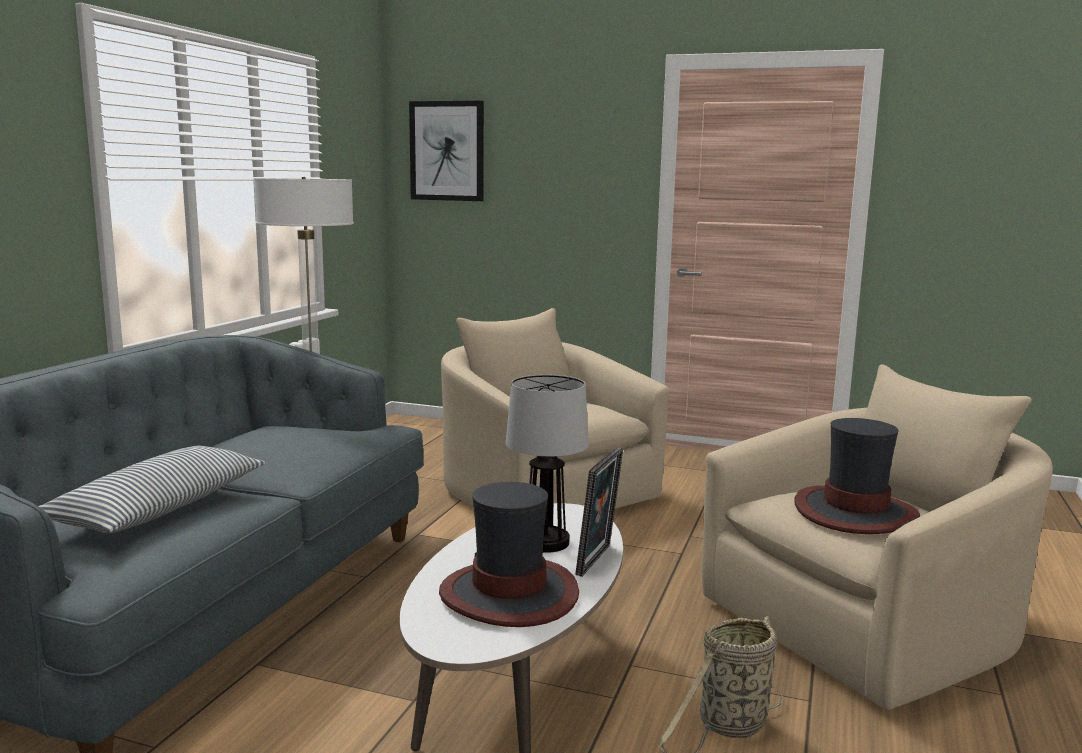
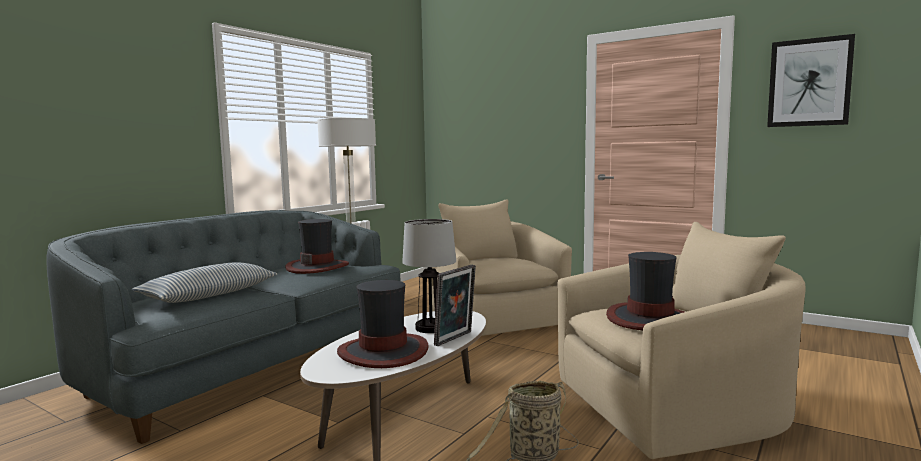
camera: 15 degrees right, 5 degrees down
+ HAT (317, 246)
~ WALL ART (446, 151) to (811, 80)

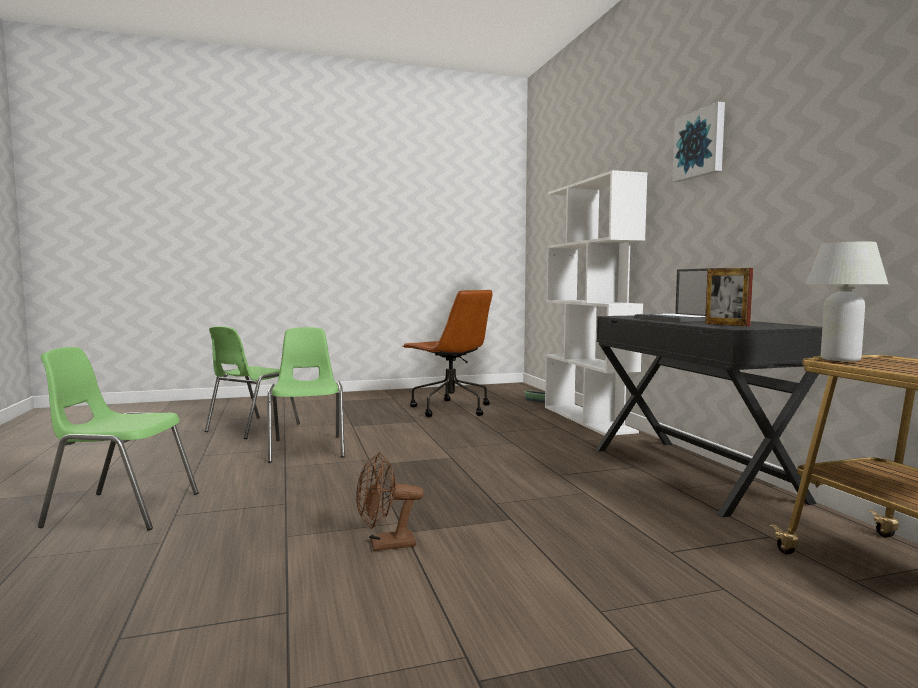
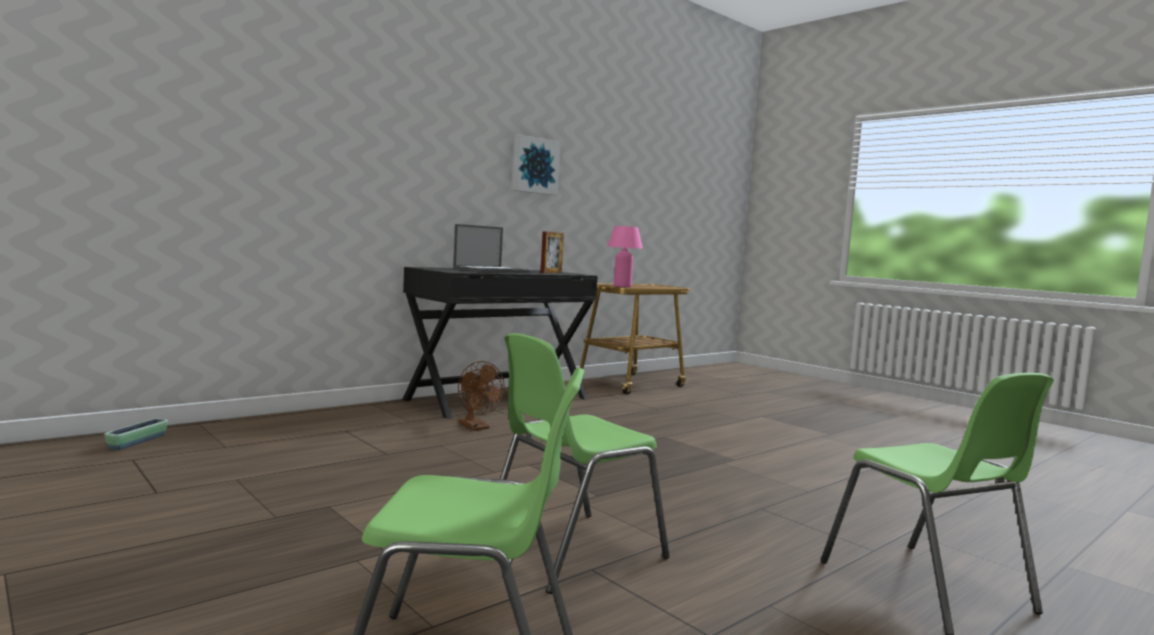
camera: 115 degrees left, 0 degrees up
~ BROWN FAN (390, 501) to (481, 396)
~ WALL ART (698, 142) to (535, 164)
~ WHITE LAMP FOR A TABLE (847, 302) to PINK-COLOURED LAMP FOR A TABLE (625, 256)
- BROWN DESK CHAIR (448, 353)
- WHITE SHELVING UNIT (596, 303)

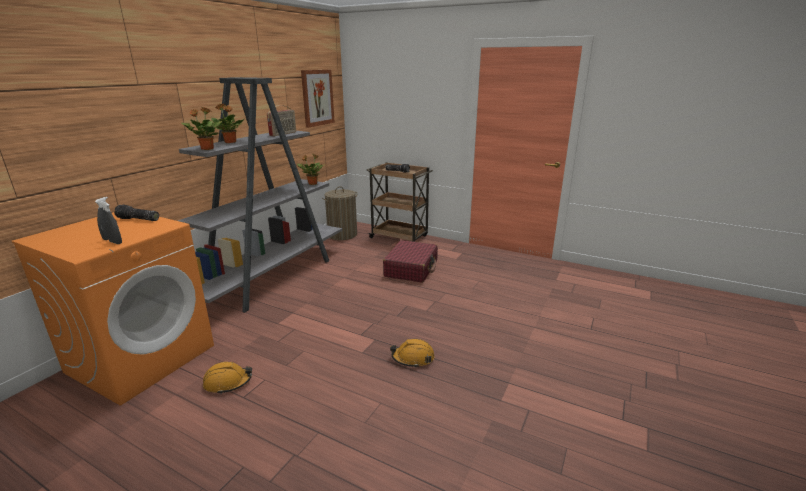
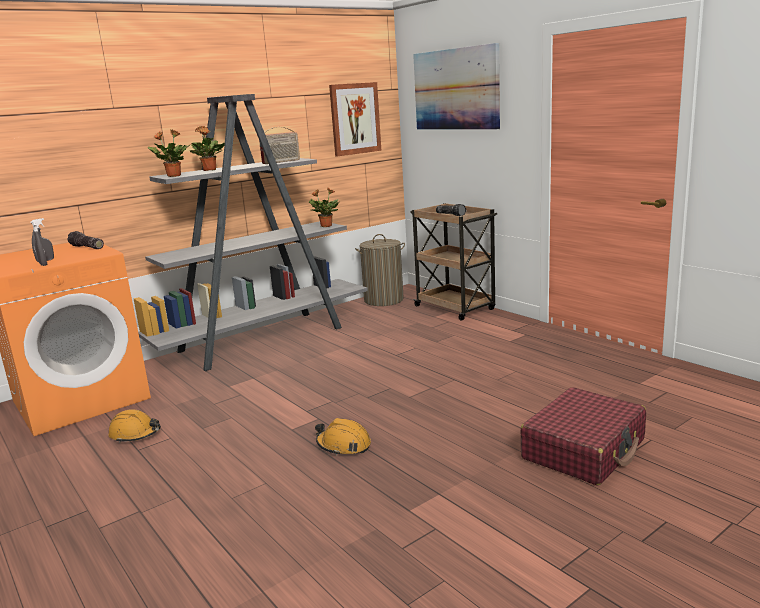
camera: 25 degrees right, 5 degrees down
+ WALL ART (456, 86)
~ RED-COLOURED PIECE OF LUGGAGE (410, 261) to (583, 436)

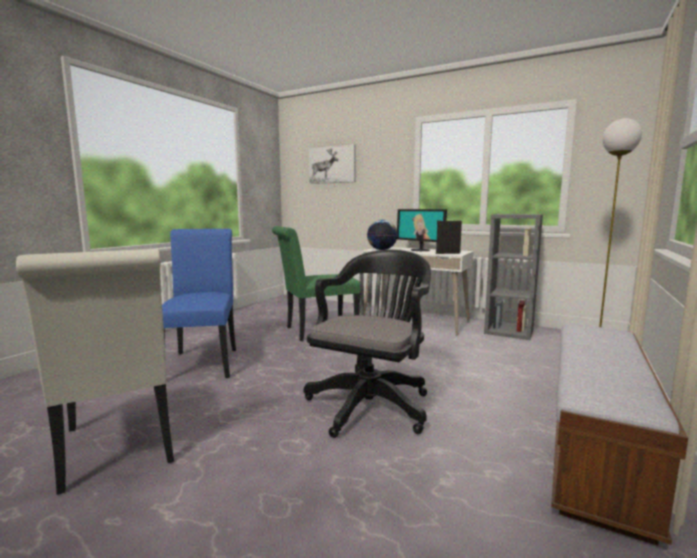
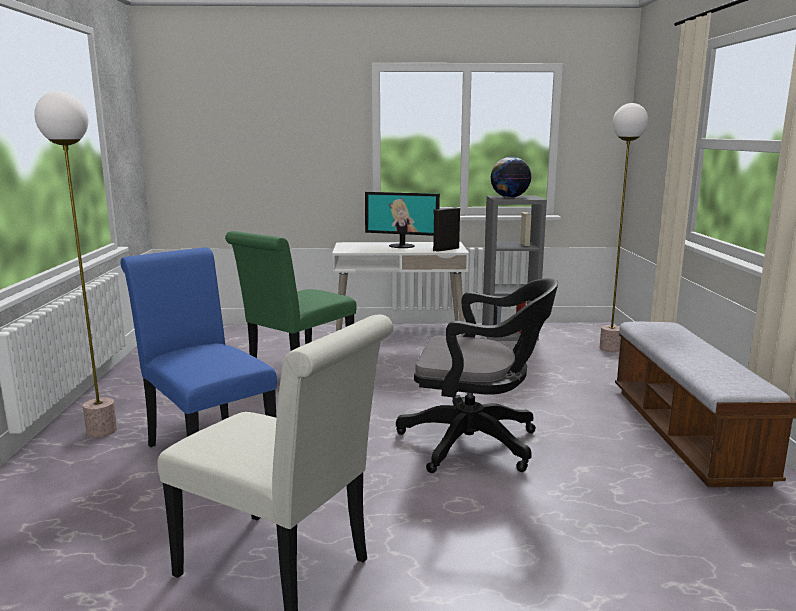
camera: 30 degrees left, 5 degrees up
+ STANDING LAMP (75, 264)
~ BLACKISH DESK CHAIR (367, 344) = (477, 375) 105 degrees clockwise
~ DESK GLOBE (382, 235) to (511, 177)
- WALL ART (332, 164)

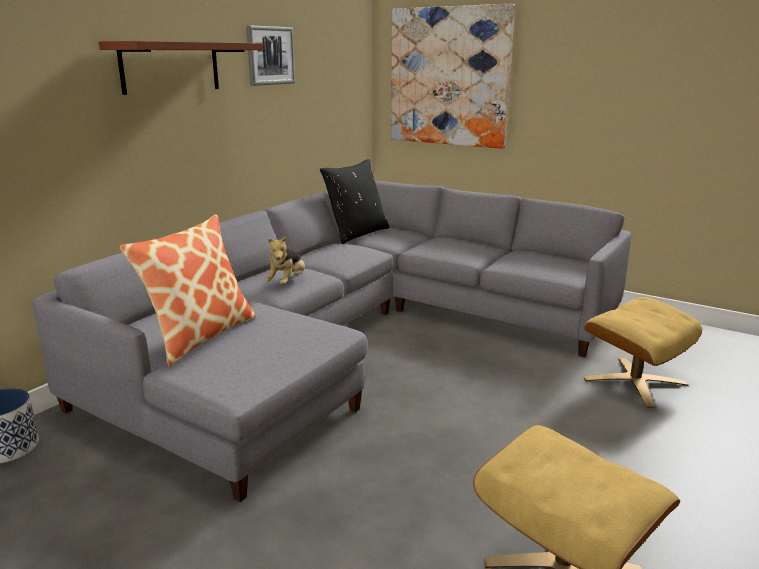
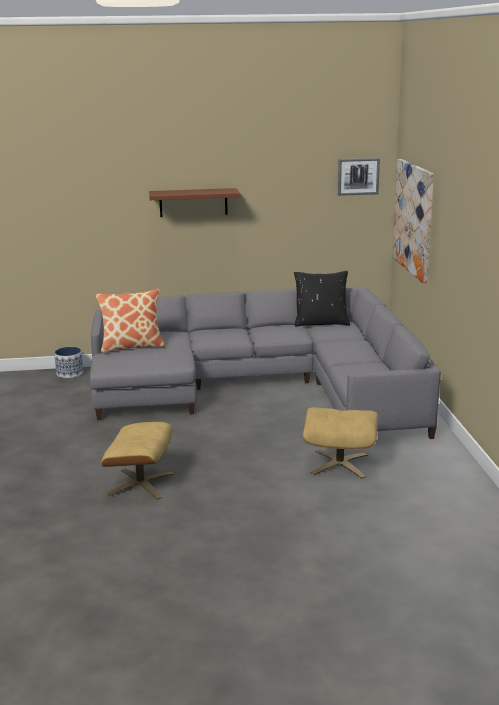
camera: 50 degrees right, 0 degrees up
~ WALL ART (270, 55) to (359, 177)
- SOFT TOY (285, 260)

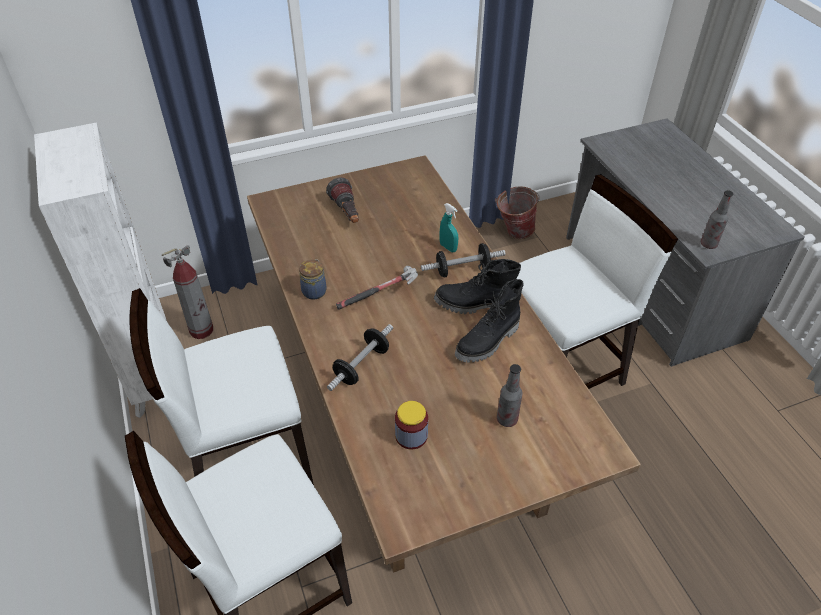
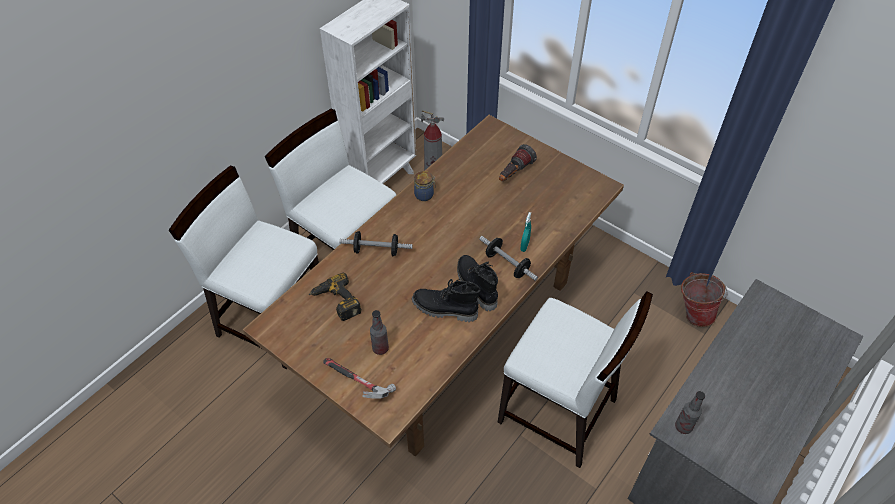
camera: 60 degrees right, 5 degrees up
~ JAR (411, 425) to ELECTRIC DRILL (335, 297)
~ HAND HAMMER (377, 288) to (359, 378)

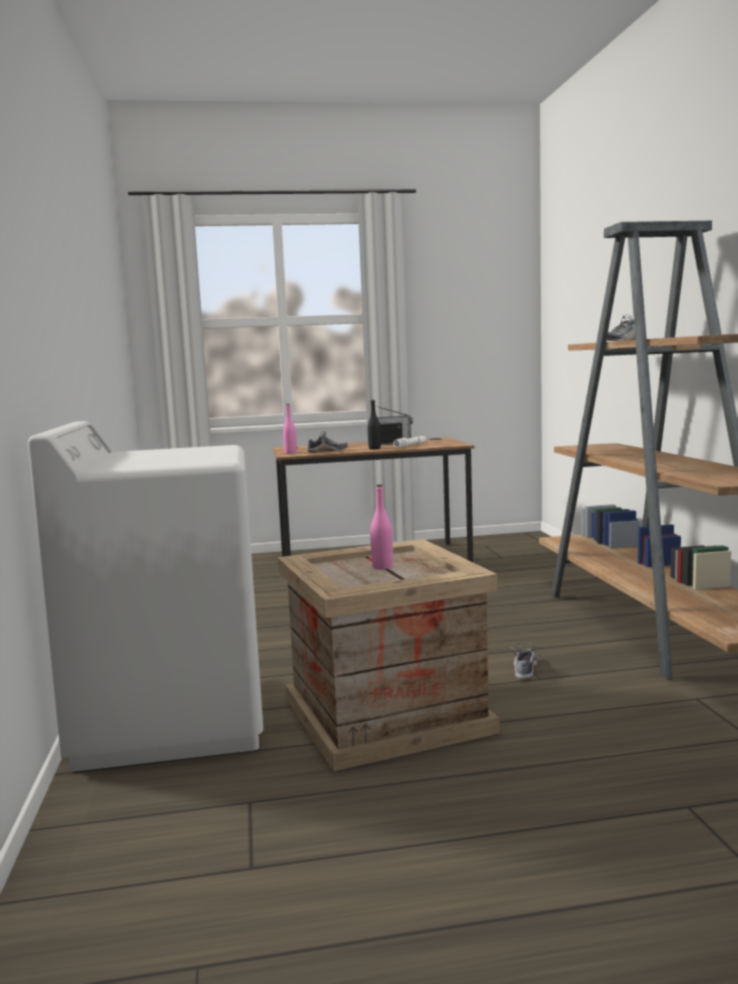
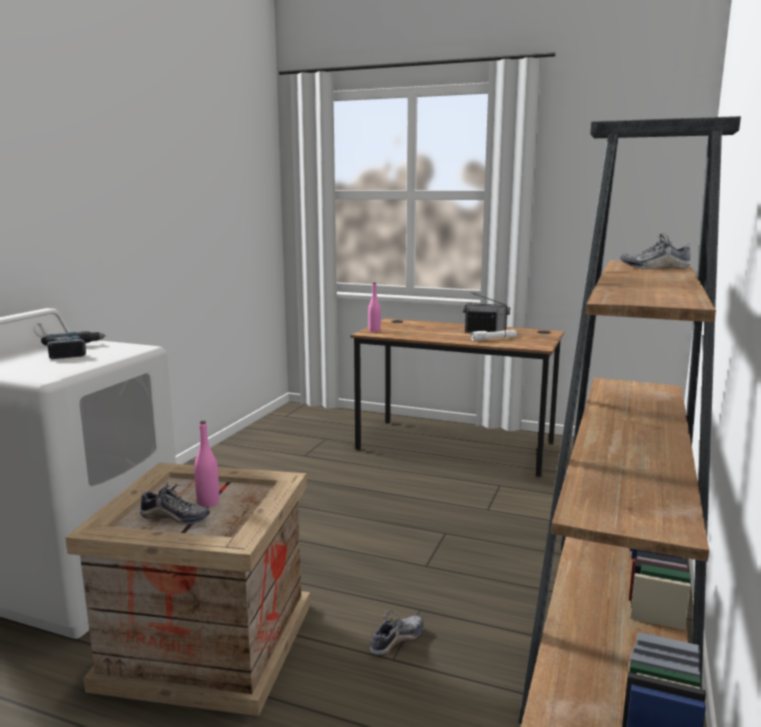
camera: 30 degrees right, 5 degrees up
+ ELECTRIC DRILL (73, 345)
~ ITEM OF FOOTWEAR (328, 442) to (175, 503)
- BLACKISH BEVERAGE BOTTLE (374, 424)

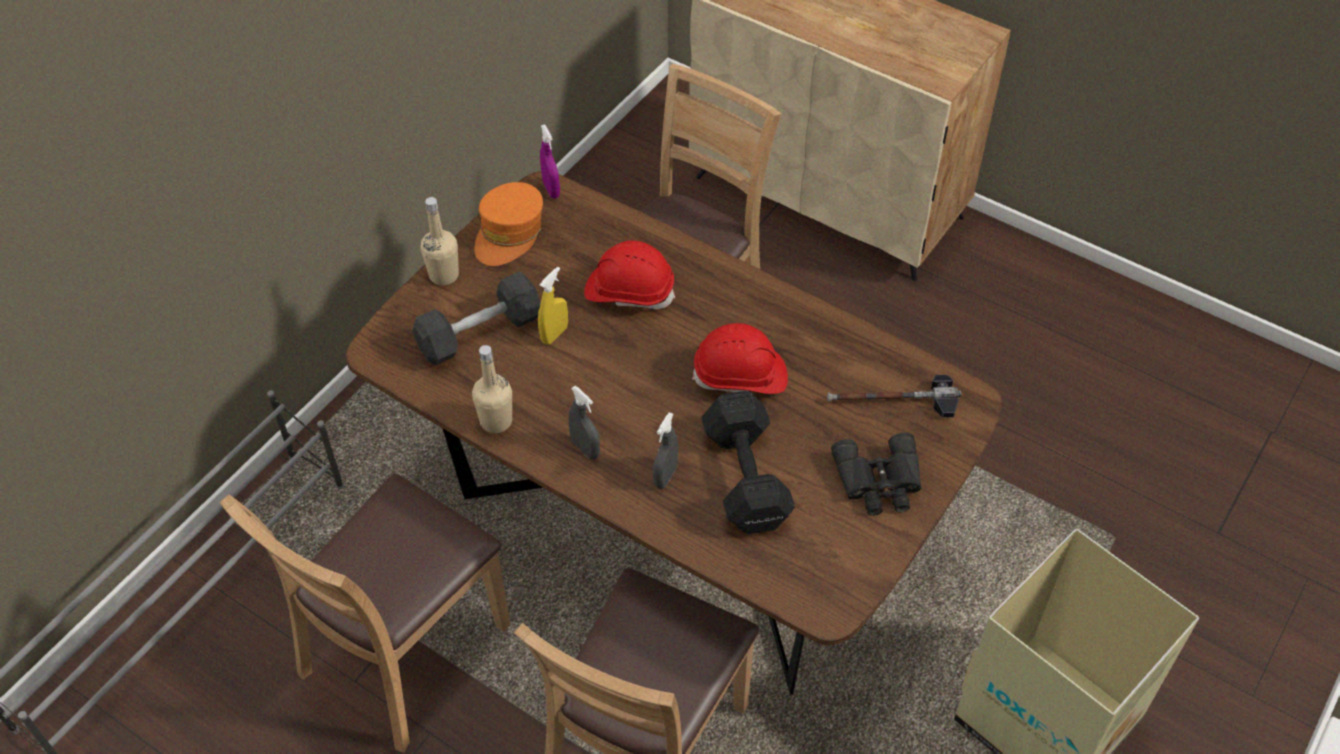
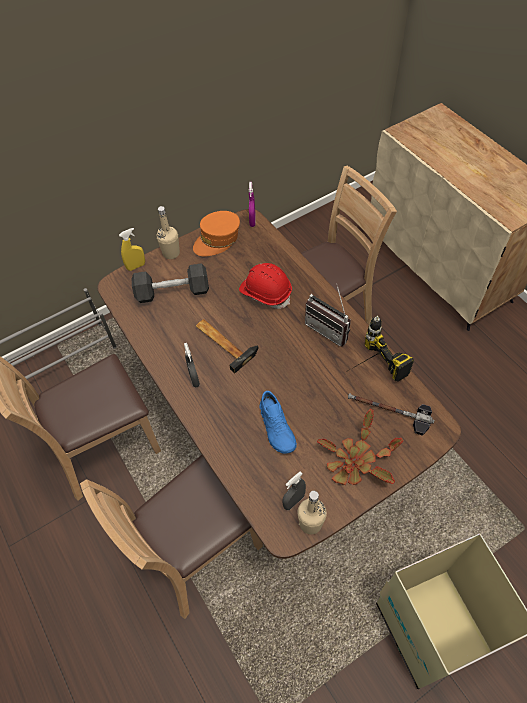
camera: 25 degrees right, 5 degrees up
~ YELLOW-COLOURED SPRAY BOTTLE (553, 306) to (132, 249)
+ HAND HAMMER (227, 346)
~ BLACKISH DUMBBELL (748, 462) to BLUISH ITEM OF FOOTWEAR (278, 422)
~ GREYISH SPRAY BOTTLE (665, 450) to (294, 490)
~ BEIGE BEVERAGE BOTTLE (492, 389) to (312, 512)
+ RADIO (328, 315)
~ BLACKISH BINOCULARS (876, 474) to HOUSEPLANT (360, 447)
+ ELECTRIC DRILL (381, 349)
- RED-COLOURED SAFETY HELMET (740, 358)

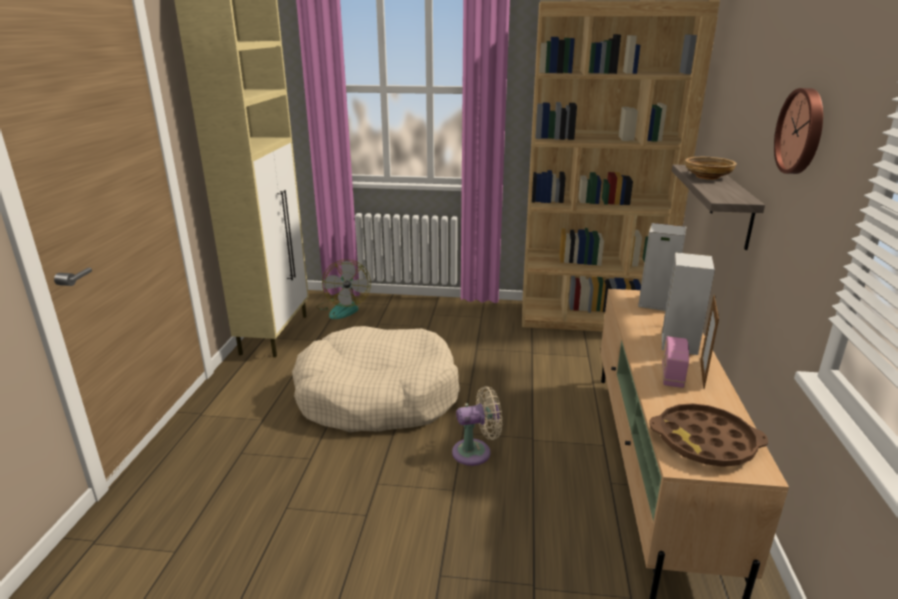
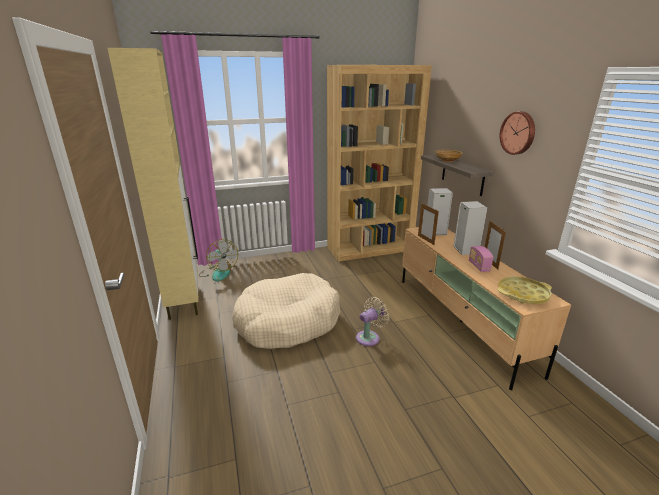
camera: 25 degrees left, 0 degrees up
+ STANDING FRAME (428, 224)
~ BROWN TRAY (708, 435) to YELLOW-COLOURED TRAY (524, 290)

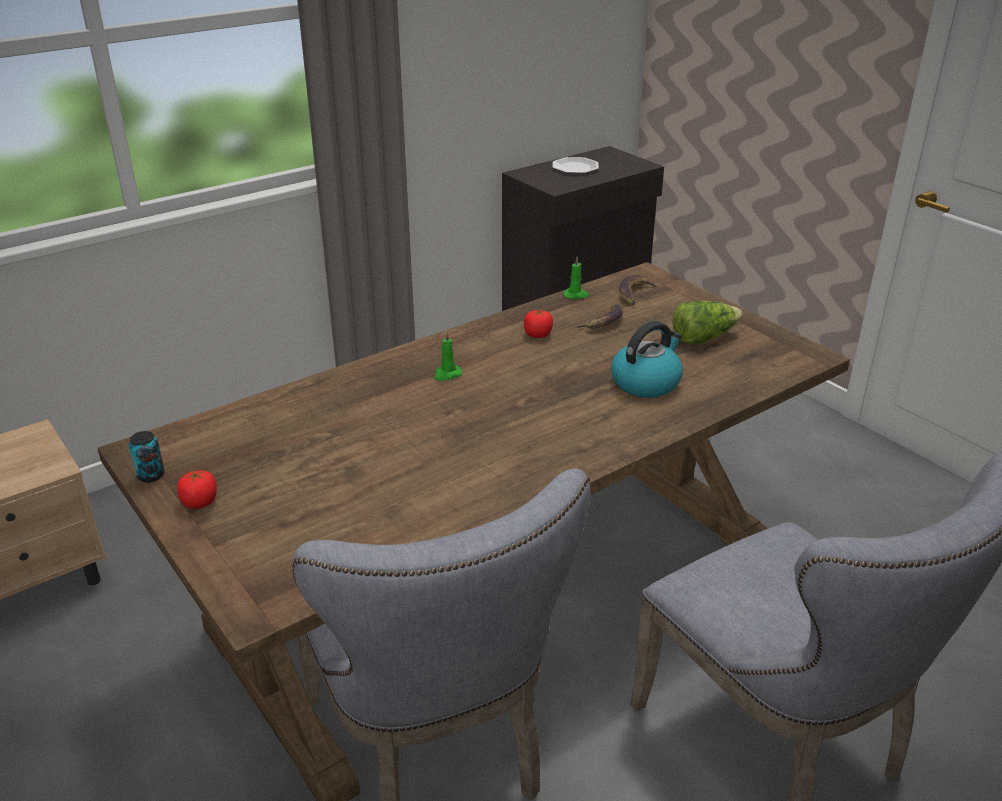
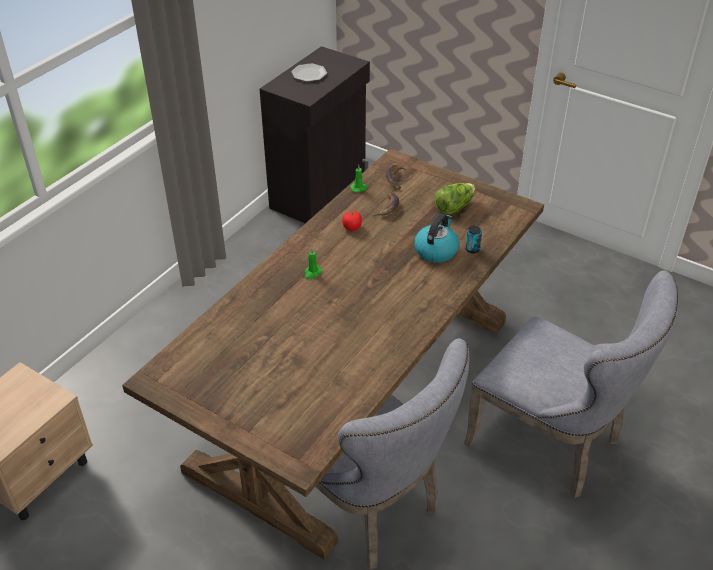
camera: 20 degrees left, 10 degrees up
~ CAN (147, 456) to (473, 239)
- WHOLE TOMATO (197, 489)

